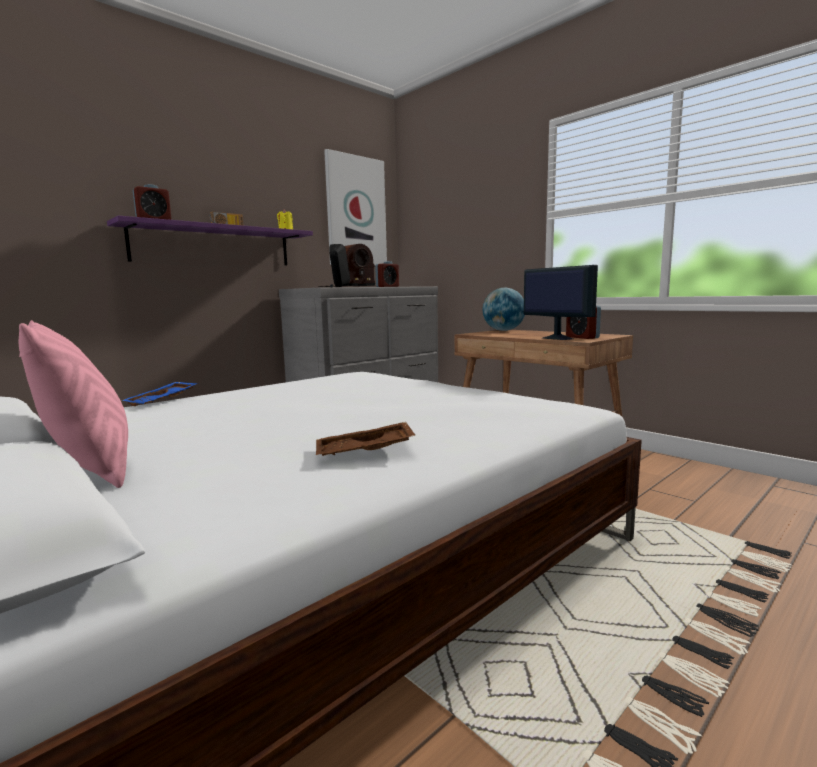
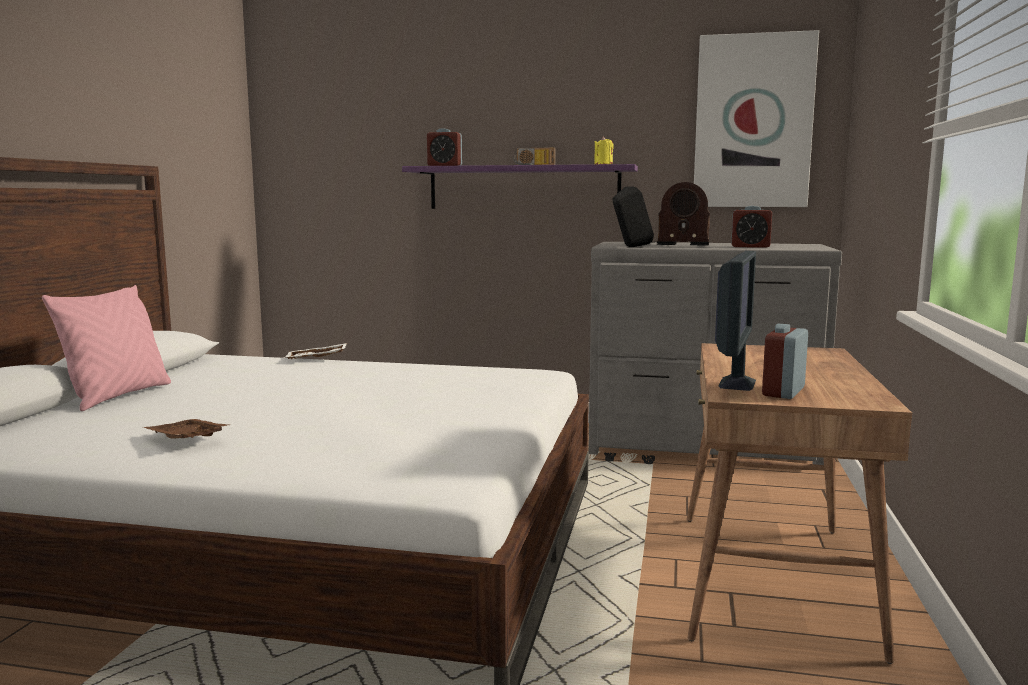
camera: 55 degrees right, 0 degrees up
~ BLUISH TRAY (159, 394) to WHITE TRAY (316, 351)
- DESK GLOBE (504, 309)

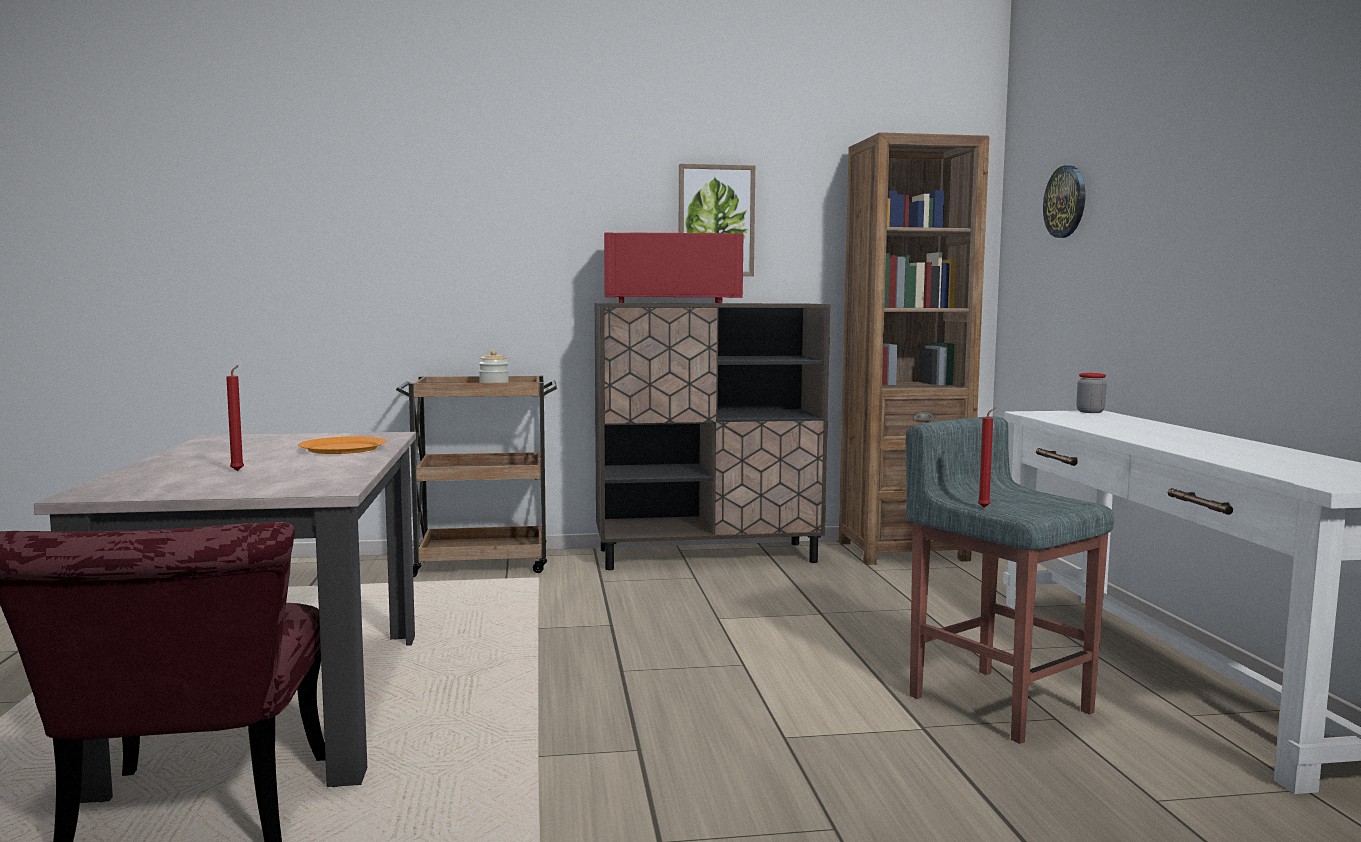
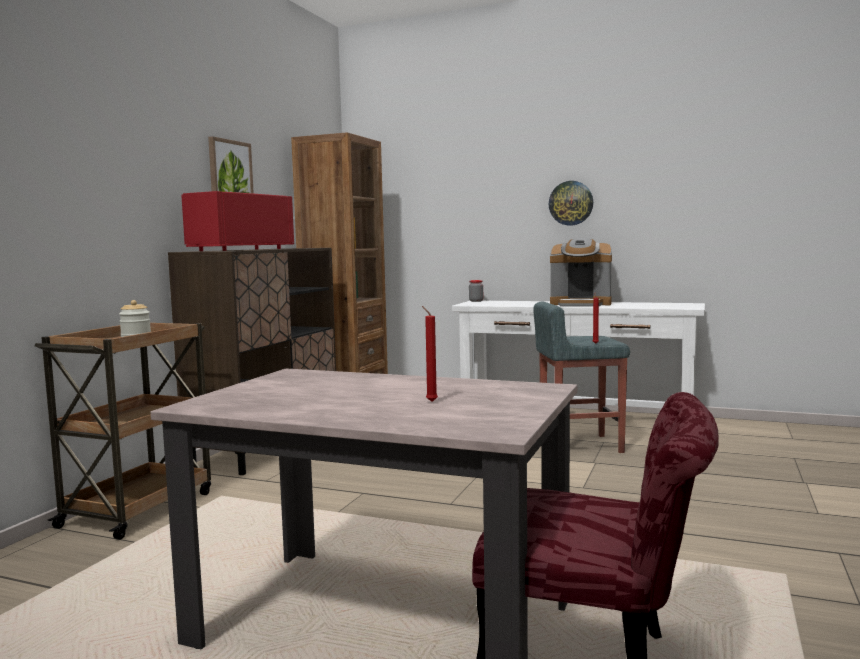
camera: 60 degrees left, 0 degrees up
~ CLOCK ON THE WALL (1064, 201) to (571, 203)
+ COFFEE MAKER (581, 272)
- ORANGE-COLOURED DINNER PLATE (342, 445)

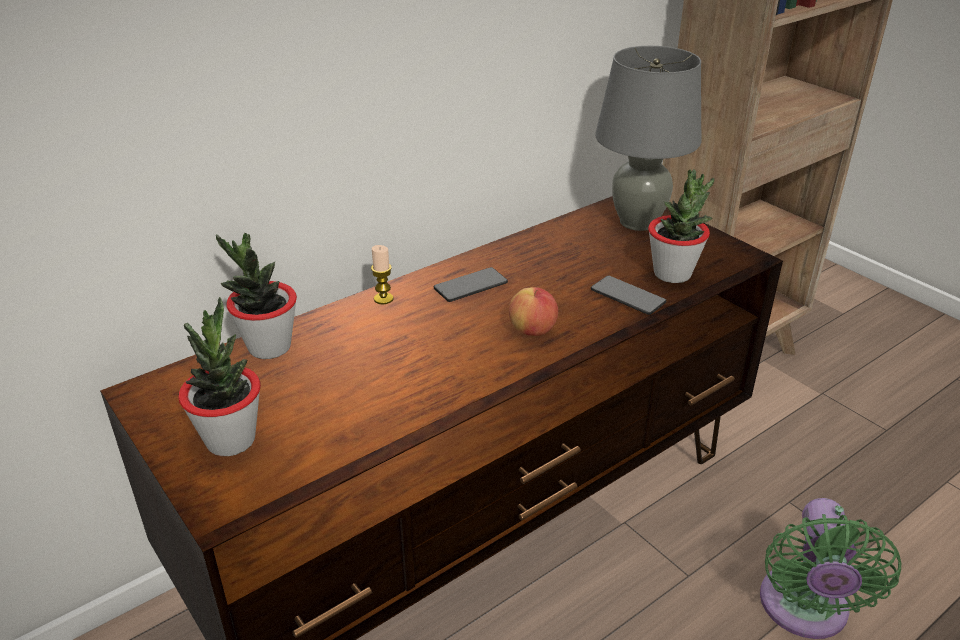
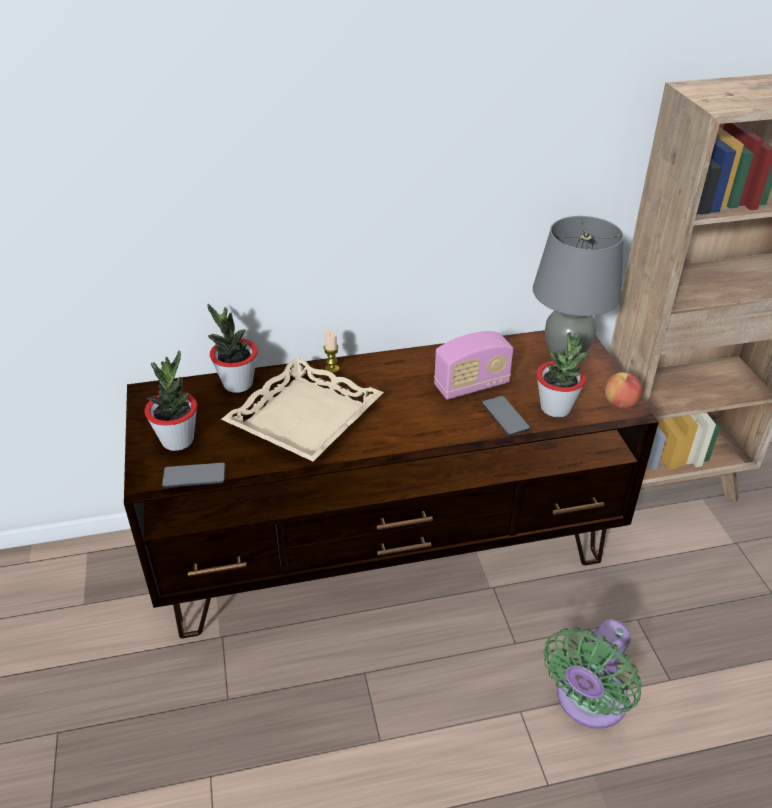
camera: 25 degrees right, 5 degrees up
~ HANDSET (471, 284) to (194, 475)
+ BEIGE TRAY (302, 409)
+ RADIO (473, 365)
~ APPLE FRUIT (533, 311) to (623, 390)

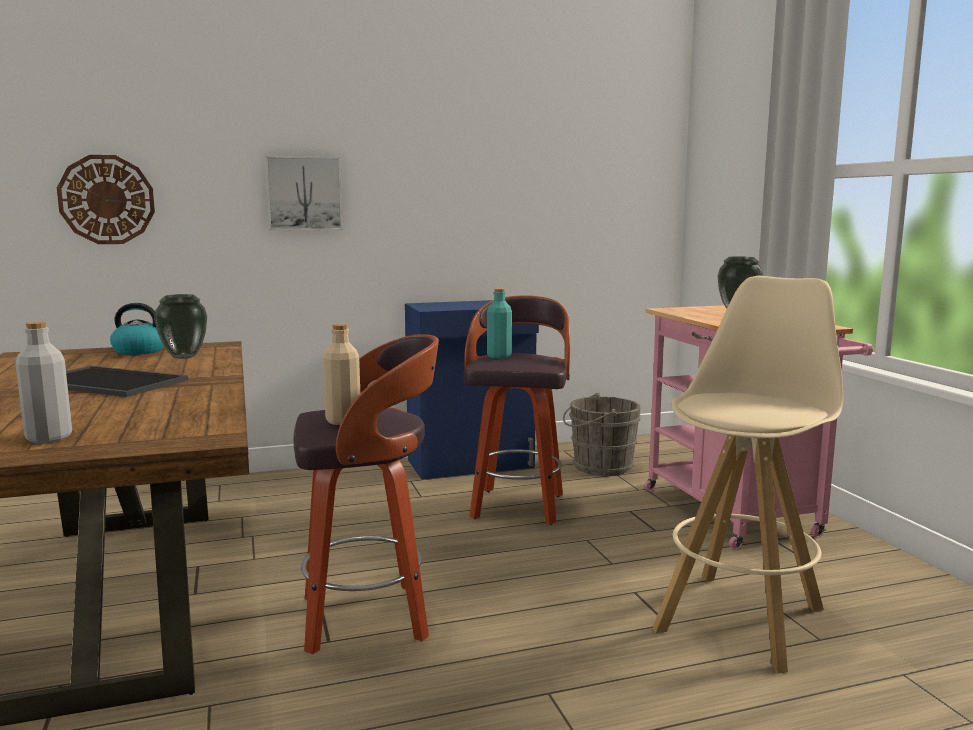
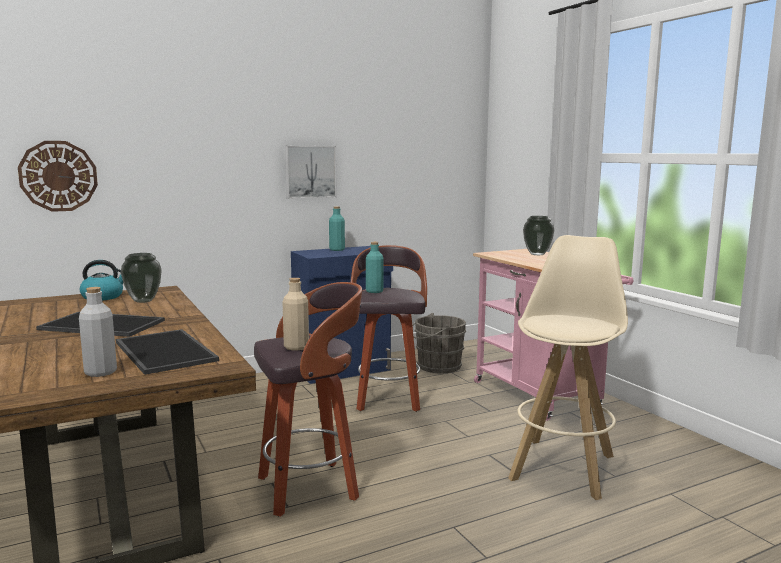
camera: 10 degrees left, 0 degrees up
+ TRAY (167, 352)
~ WALL ART (304, 193) to (311, 172)
+ TURQUOISE-COLOURED BEVERAGE BOTTLE (337, 228)

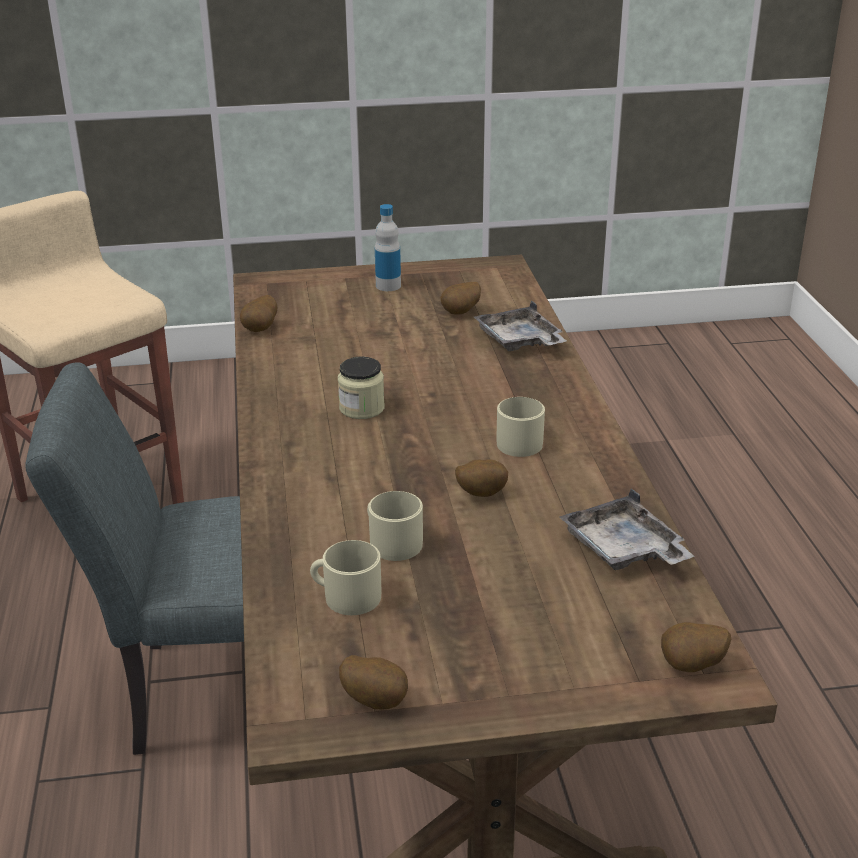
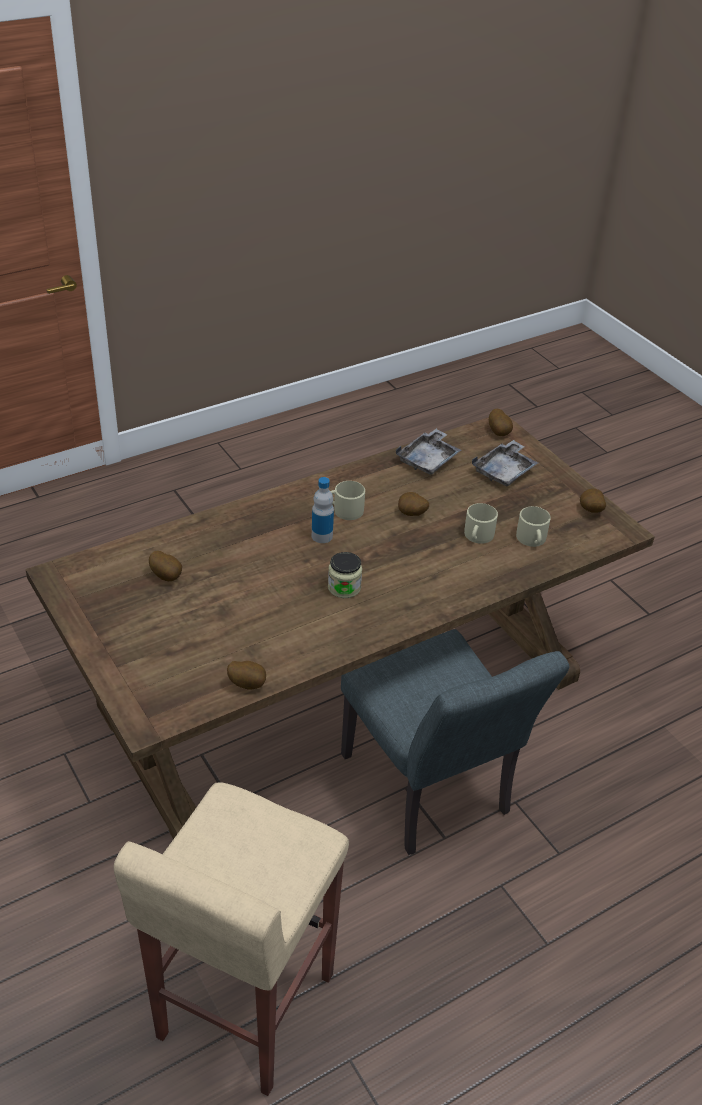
camera: 115 degrees left, 10 degrees up
~ BEVERAGE BOTTLE (388, 247) to (323, 510)
~ GREYISH TRAY (520, 326) to (505, 463)

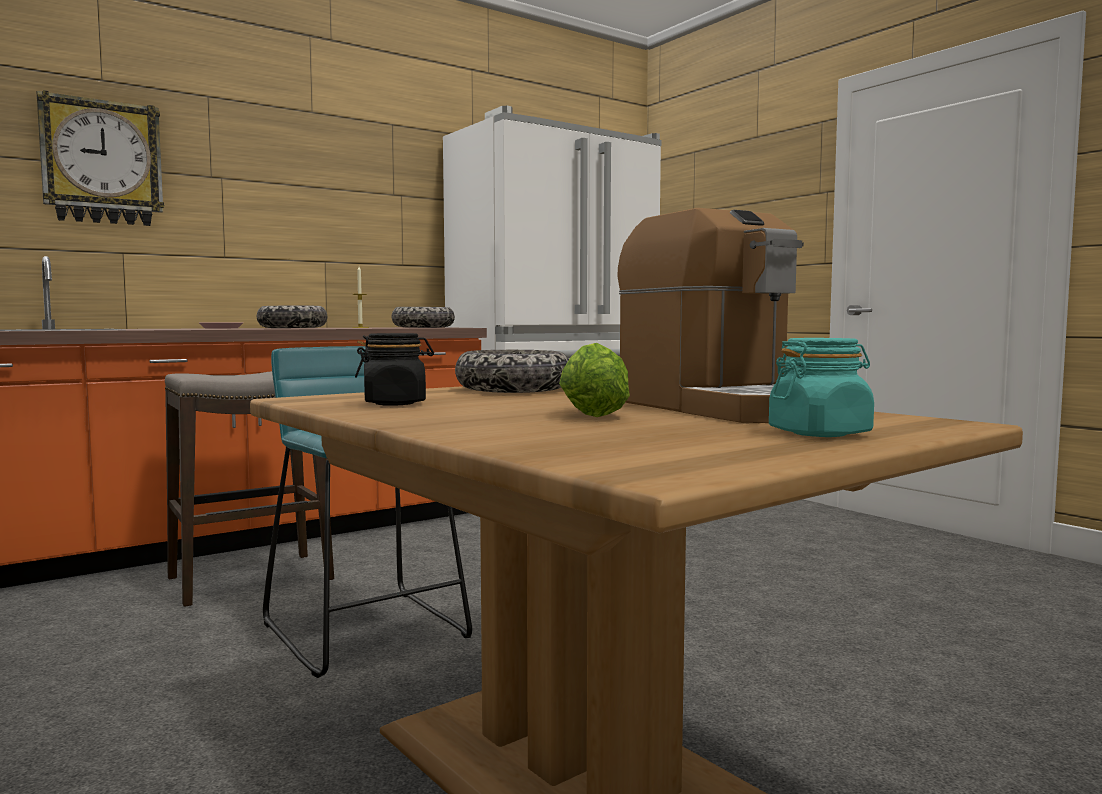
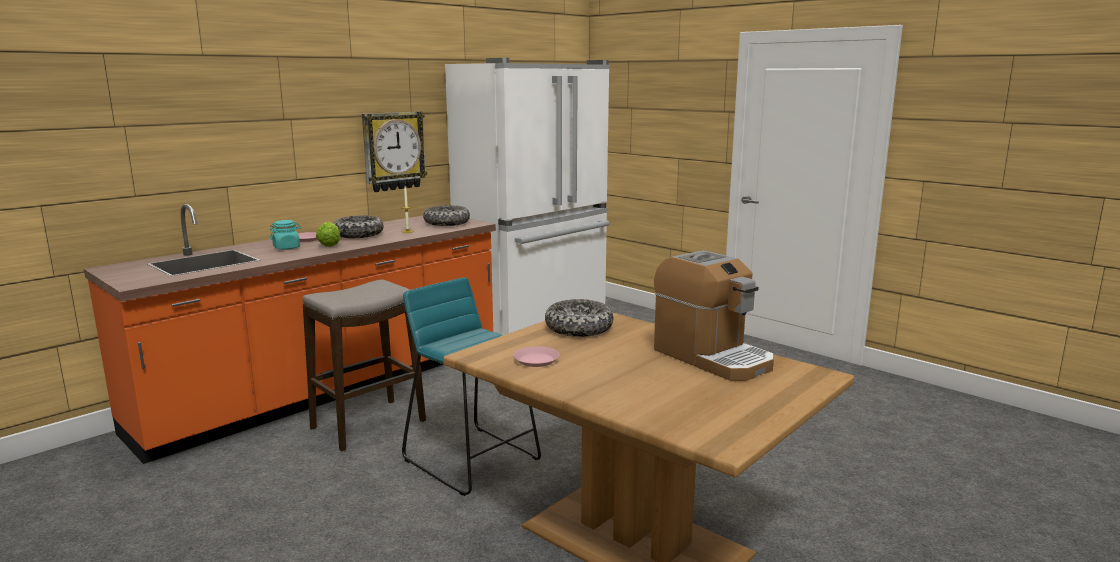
camera: 10 degrees left, 10 degrees up
~ TURQUOISE-COLOURED JAR (821, 387) to (285, 235)
~ LETTUCE HEAD (594, 380) to (328, 234)
~ CLOCK ON THE WALL (100, 158) to (394, 151)
~ BLACKISH JAR (394, 369) to PINK-COLOURED DINNER PLATE (536, 356)

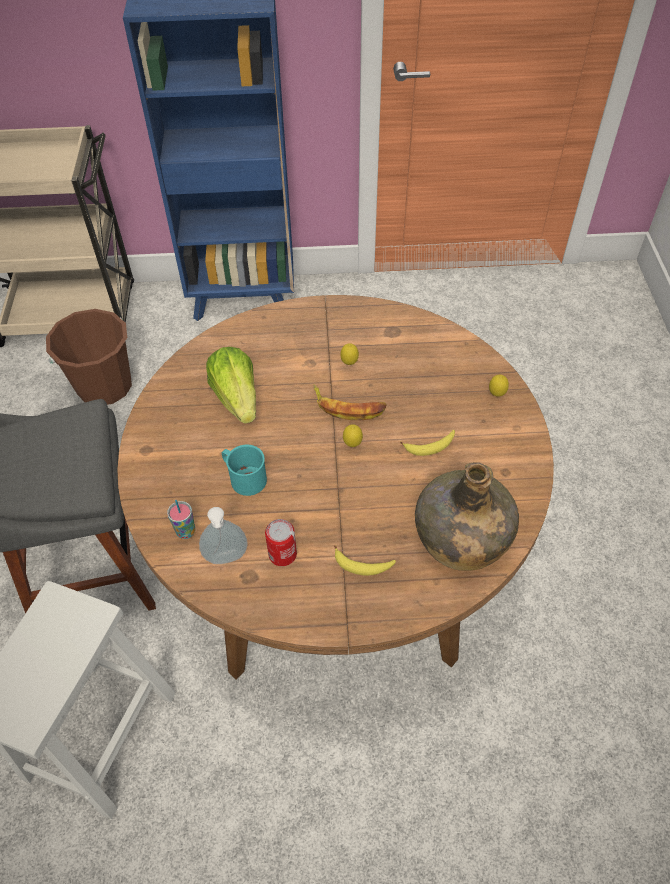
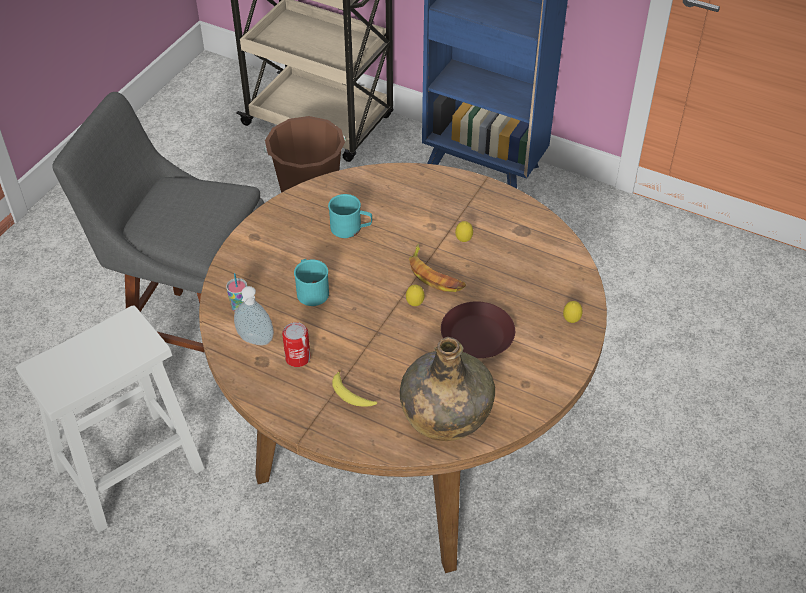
camera: 30 degrees right, 5 degrees down
~ LETTUCE HEAD (231, 385) to TURQUOISE-COLOURED TEA MUG (350, 216)
~ BANANA (427, 443) to BROWN DINNER PLATE (478, 329)

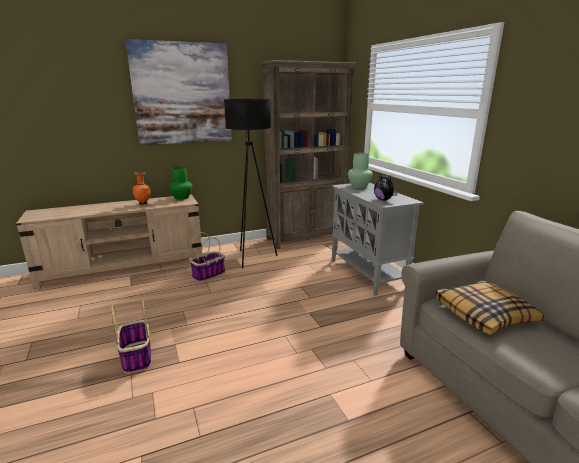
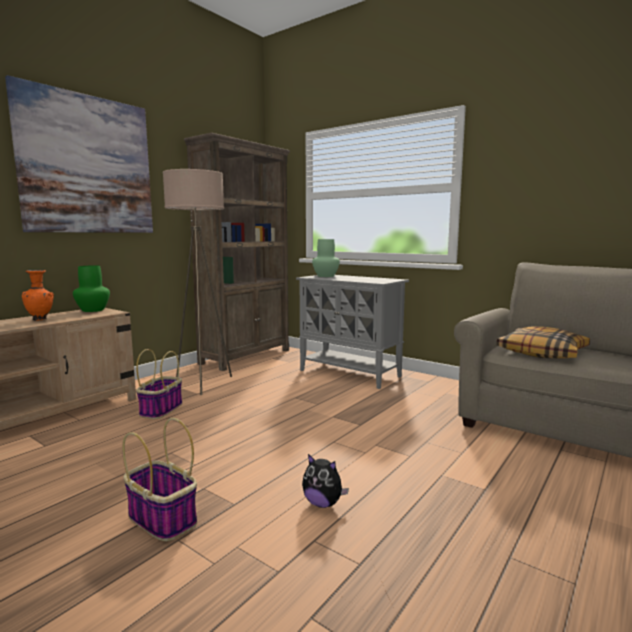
camera: 30 degrees left, 10 degrees down
~ BLACKISH STANDING LAMP (250, 183) to BEIGE STANDING LAMP (197, 282)
~ SOFT TOY (386, 187) to (325, 481)

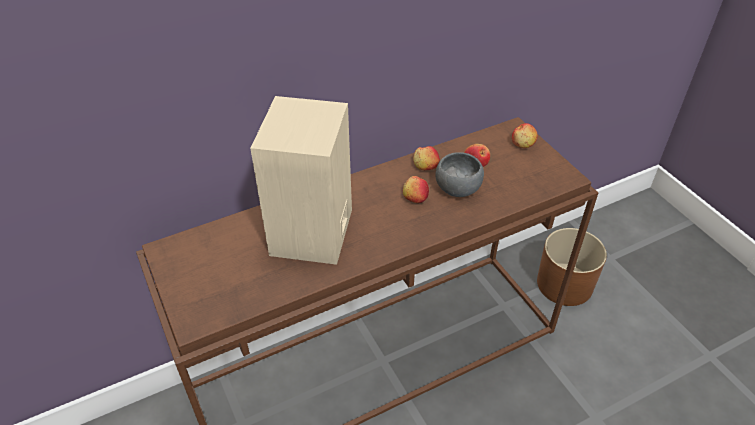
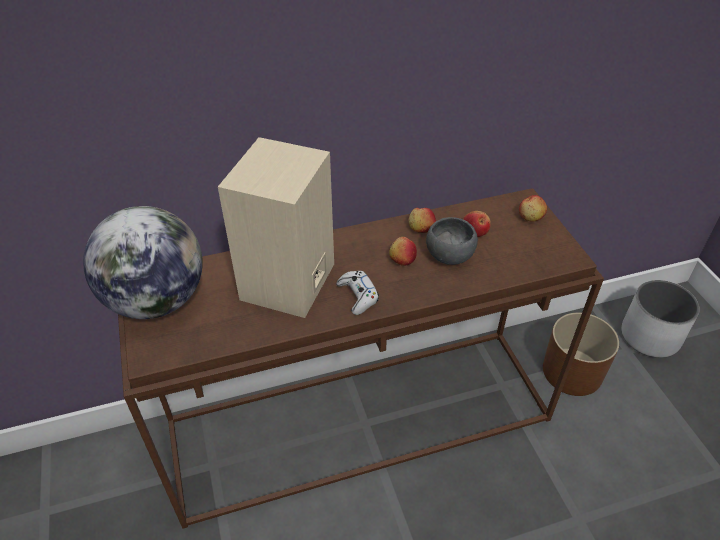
camera: 10 degrees right, 0 degrees up
+ DESK GLOBE (143, 262)
+ WHITE JOYPAD (357, 293)
+ WHITE FLOWER POT (660, 319)

